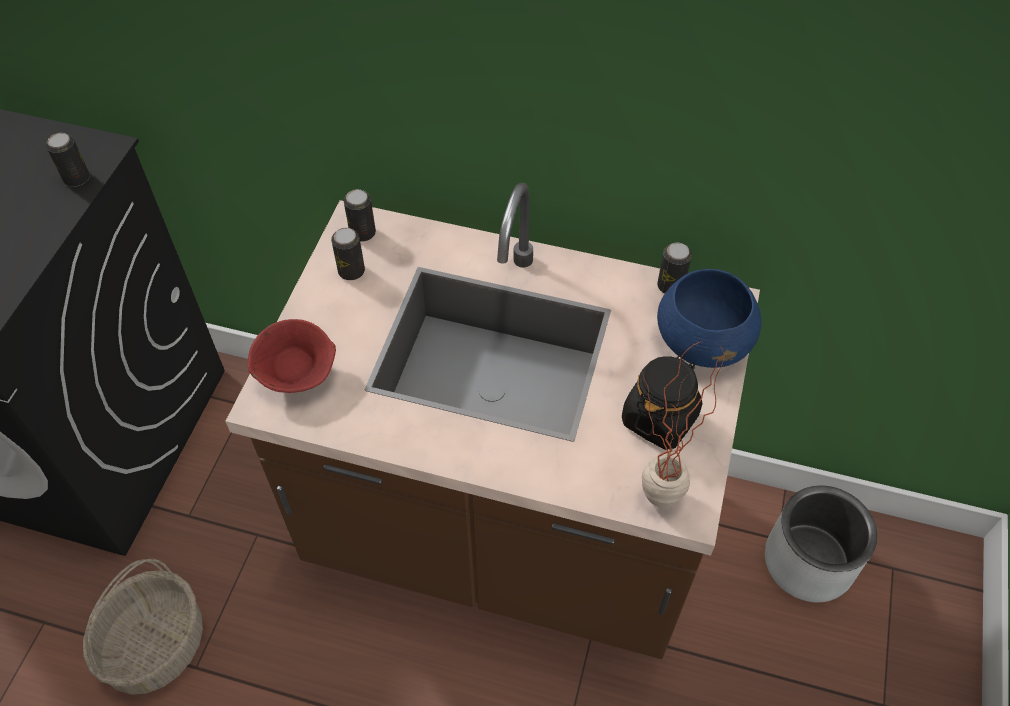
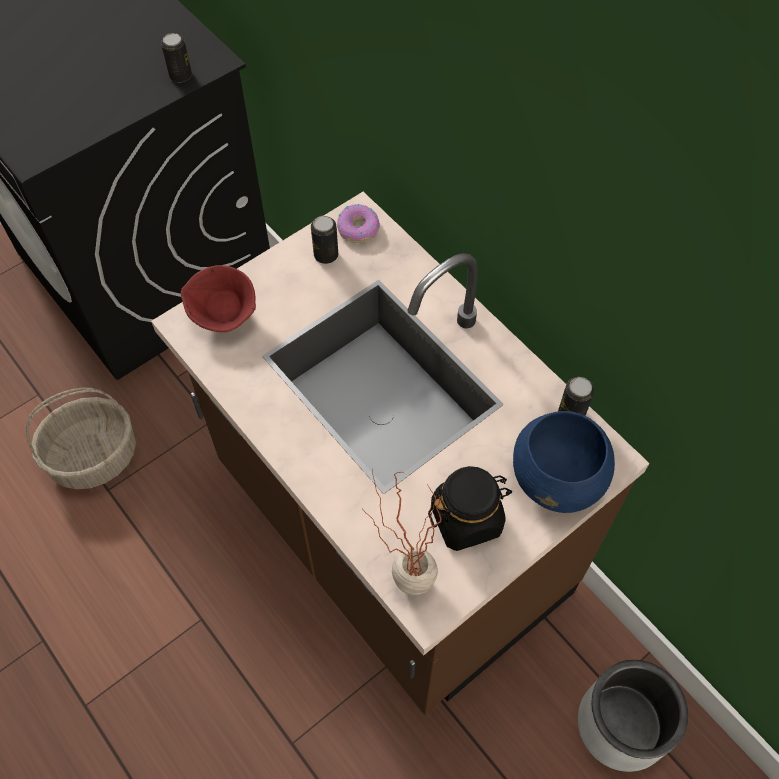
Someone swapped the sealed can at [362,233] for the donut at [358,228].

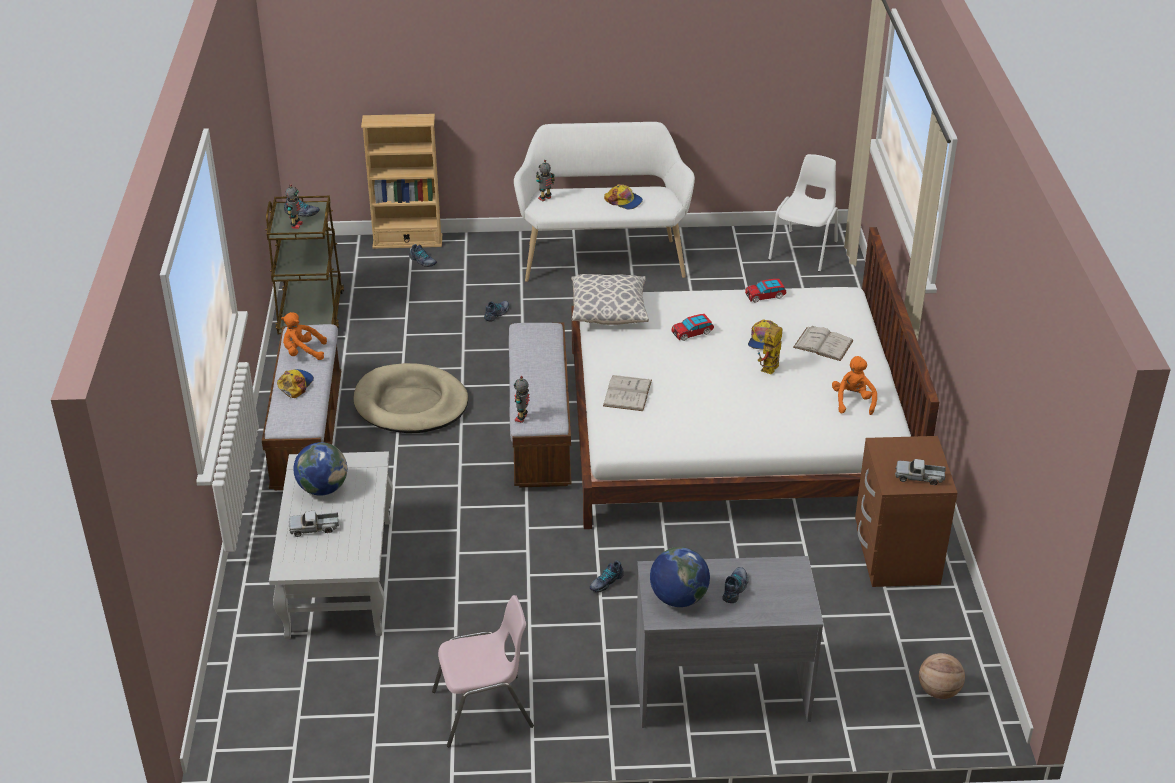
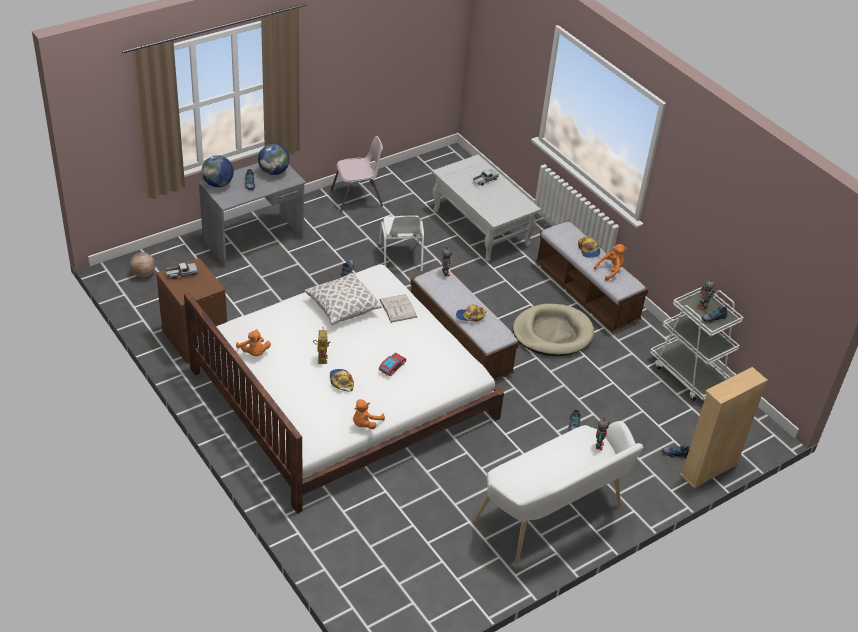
Someone repainted the brown trolley at [311,314], which became the white-coloured trolley at [689,375]. Someone carried the desk globe from [323,488] to [218,184]. Someone rotated the pink-coloured upright chair at [484,710] by 150 degrees counterclockwise. Someone carried the cushion from [609,312] to [342,307]. Someone carried the baseball cap from [624,201] to [470,316]. Someone swapped the model car at [765,296] for the orange plush toy at [365,423]. Someone carried the white-coloured upright chair from [804,250] to [400,258]. Someone took away the white-coloured bound book at [823,344].

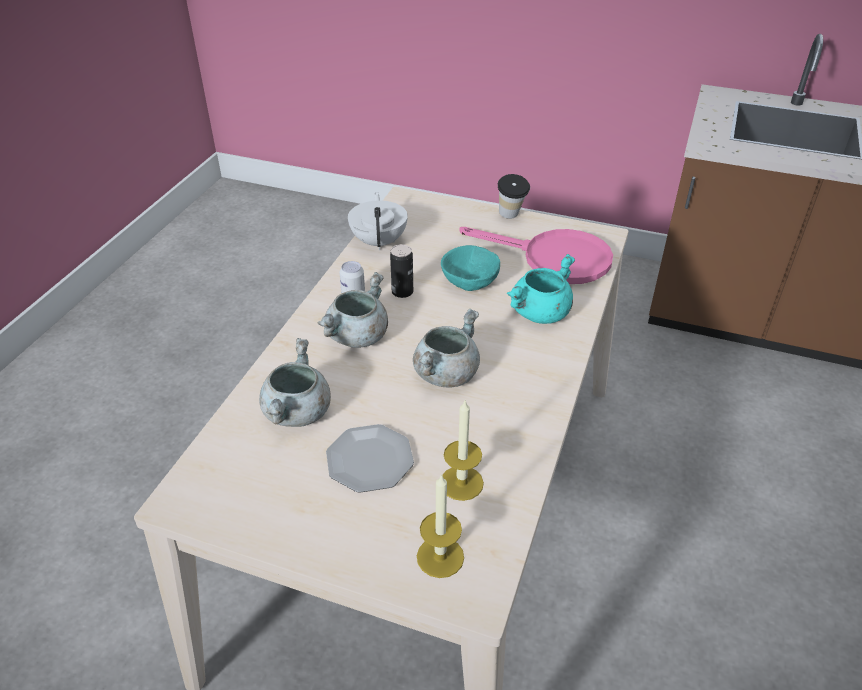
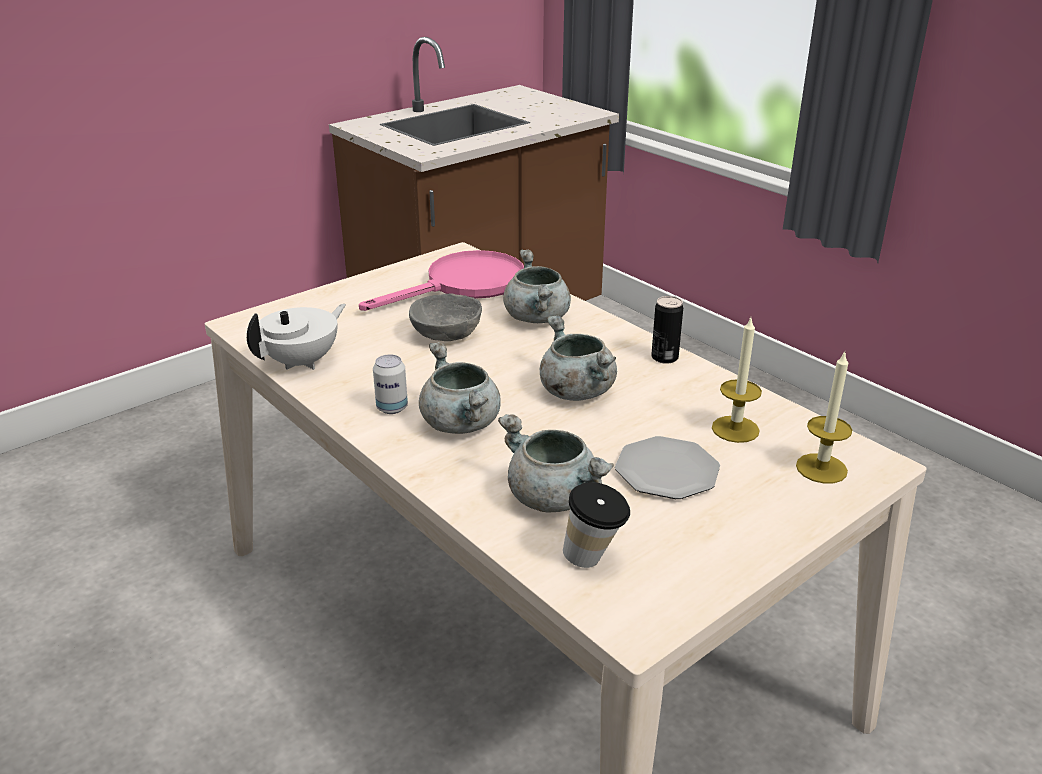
Someone rotated the white-coloured tea pot at [379,241] by 105 degrees clockwise. Someone carried the sealed can from [402,292] to [664,357]. Someone repainted the turquoise-coloured deep dish at [470,282], which became the grey deep dish at [446,335]. Someone carried the small cup from [510,217] to [594,559]. Someone repainted the turquoise-coloured cooking pot at [540,314], which became the grey cooking pot at [538,318].

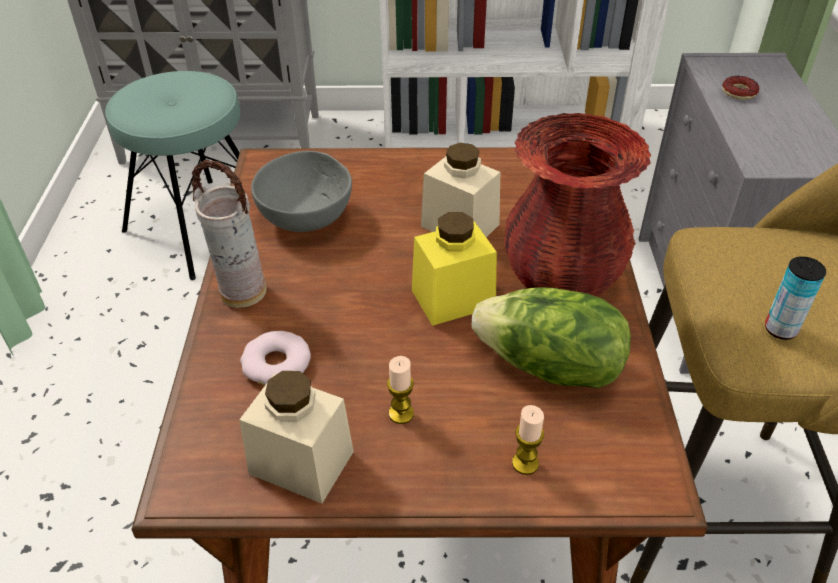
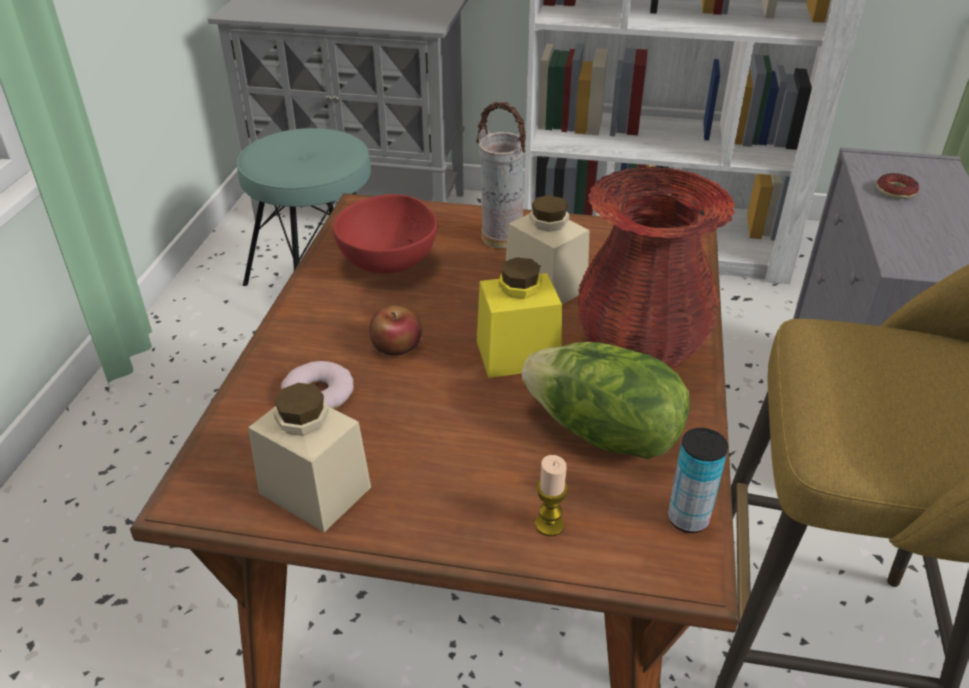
Someone carried the flower vase from [242,294] to [501,239]. Someone repainted the grey deep dish at [308,216], which became the reddish deep dish at [391,261]. Someone took away the wax light at [401,414]. Someone carried the sealed can from [780,329] to [688,518]. Someone put down the apple fruit at [397,346].

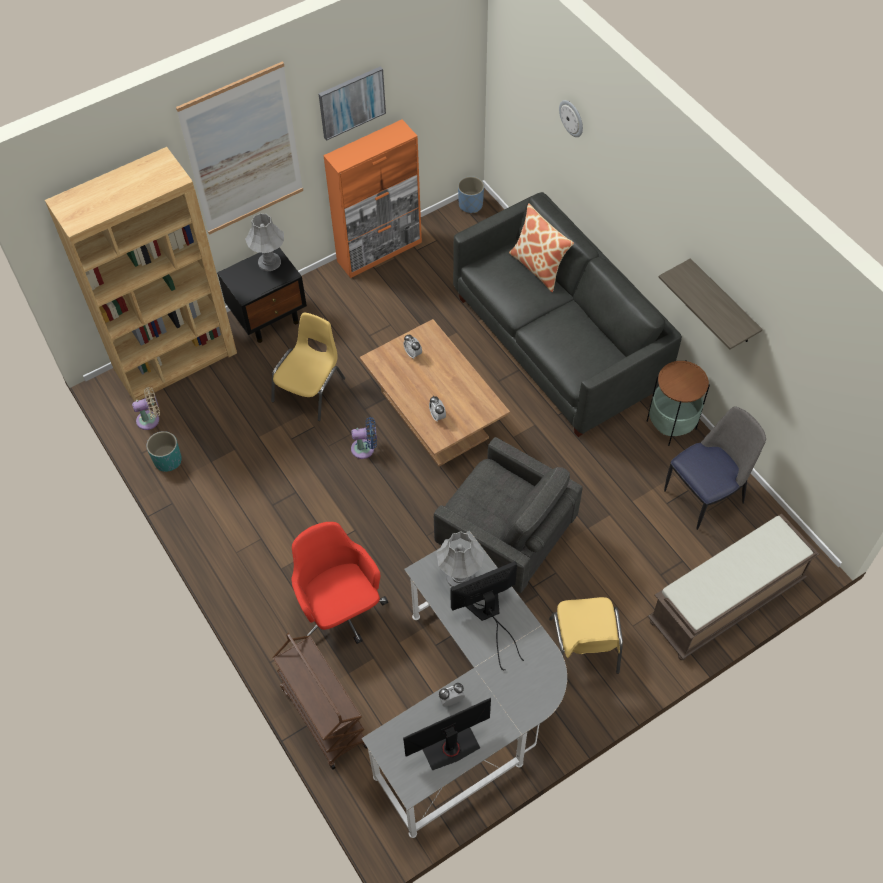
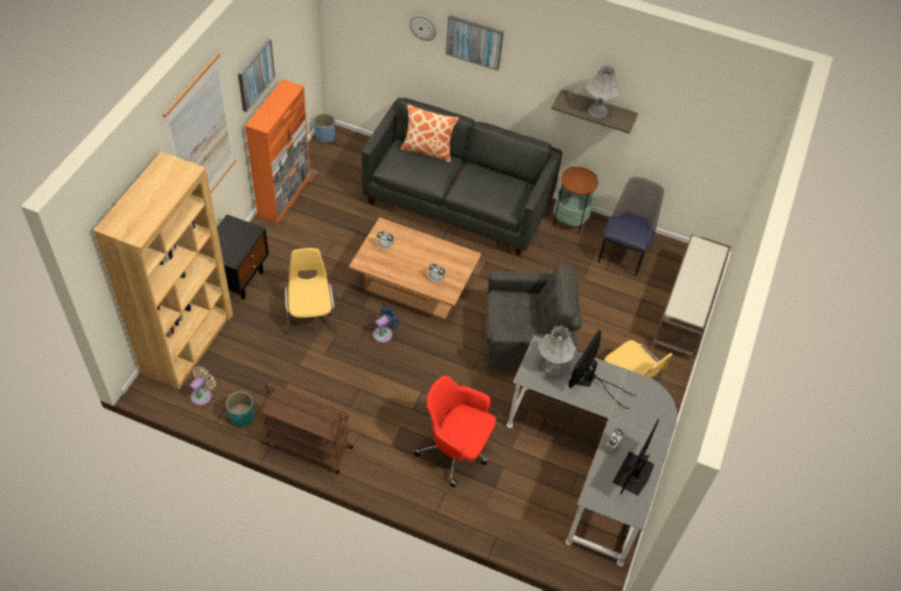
Someone carried the grey lamp for a table from [269,262] to [597,111]. Someone carried the brown trolley from [323,716] to [308,446]. Someone put up the picture at [474,42].

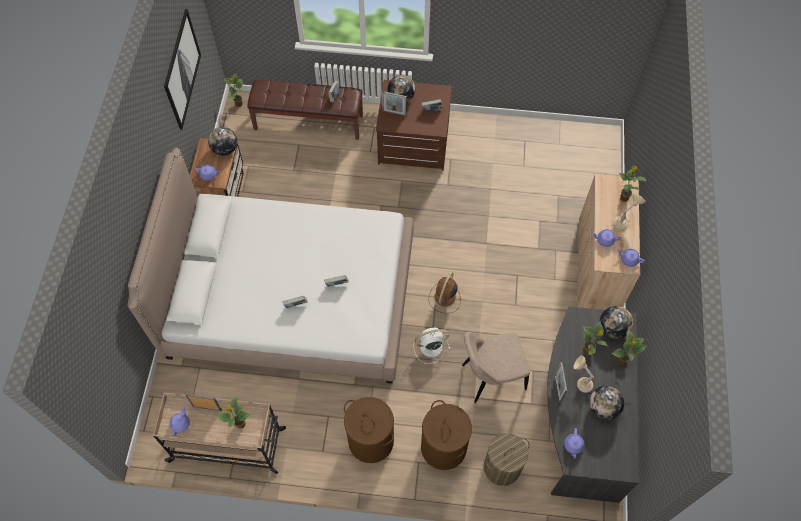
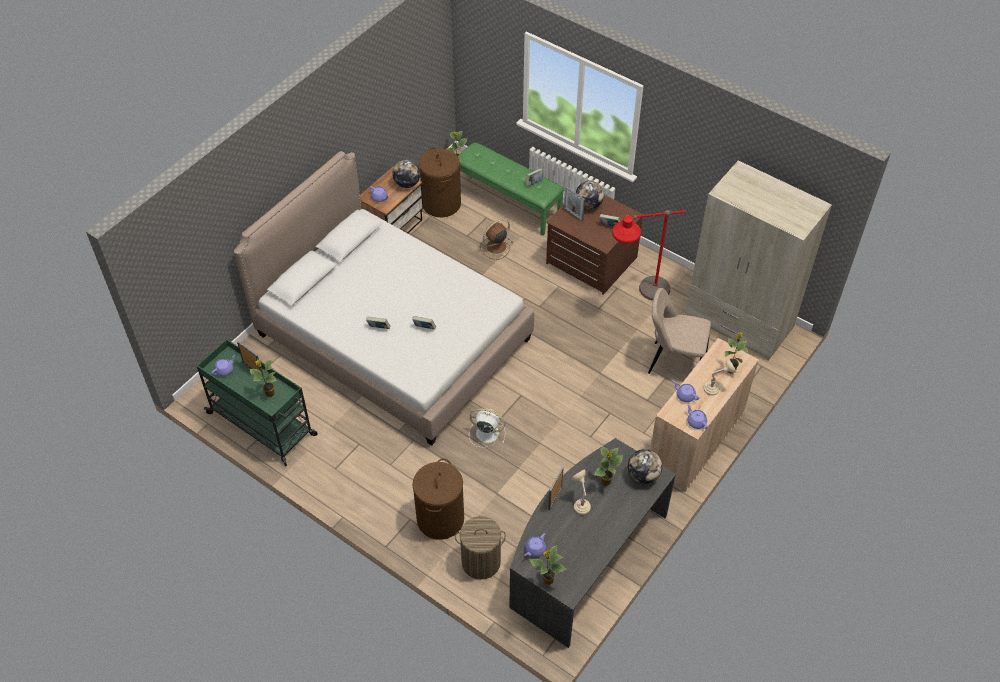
Someone repainted the beige-coloured trolley at [229,445], which became the green trolley at [263,425]. Someone took away the picture at [181,69]. Someone repainted the brown indoor bench at [309,121], which became the green indoor bench at [508,202]. Someone carried the brown washing basket from [370,441] to [441,204]. Someone carried the brown cooling fan from [444,298] to [495,247]. Someone carried the beige-coloured upright chair from [490,377] to [674,362]. Someone took away the desk globe at [603,408]. Someone carried the potted plant from [621,361] to [547,580]. Someone put down the reddish floor lamp at [639,300]. Someone put down the beige-coloured clothes cupboard at [739,322].

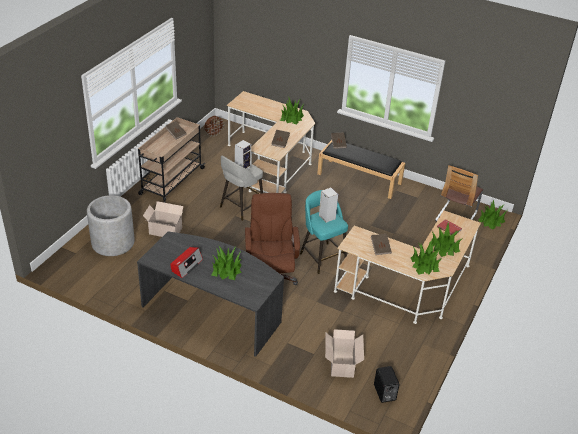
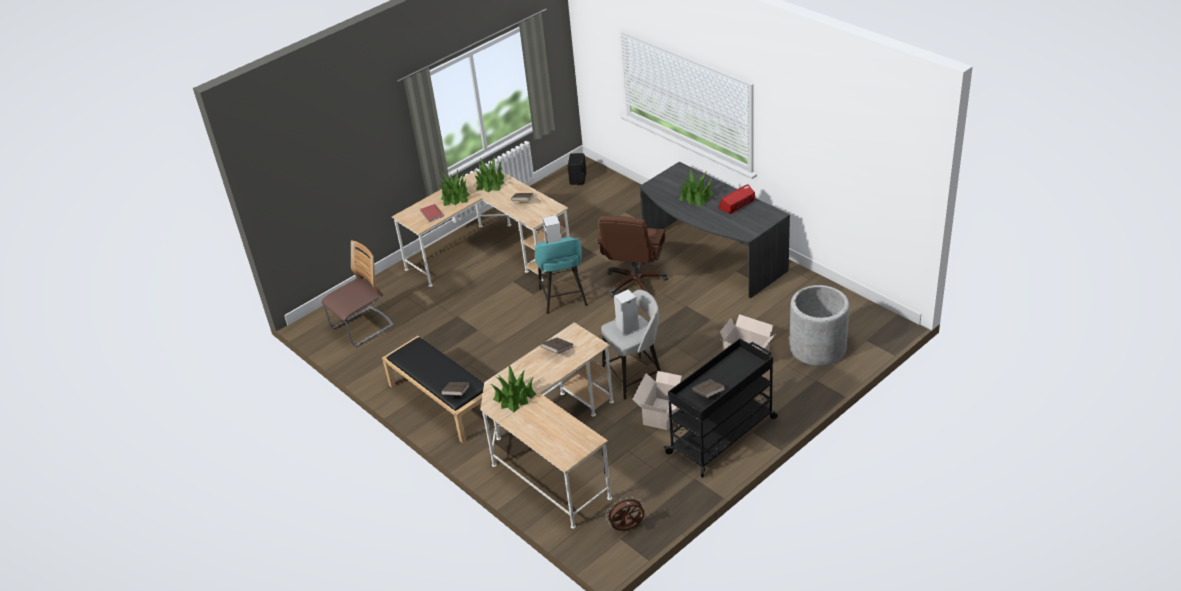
Someone repainted the beige-coloured trolley at [171,181], which became the black trolley at [723,434]. Someone carried the packing box from [341,365] to [663,413]. Someone took away the potted plant at [491,221].

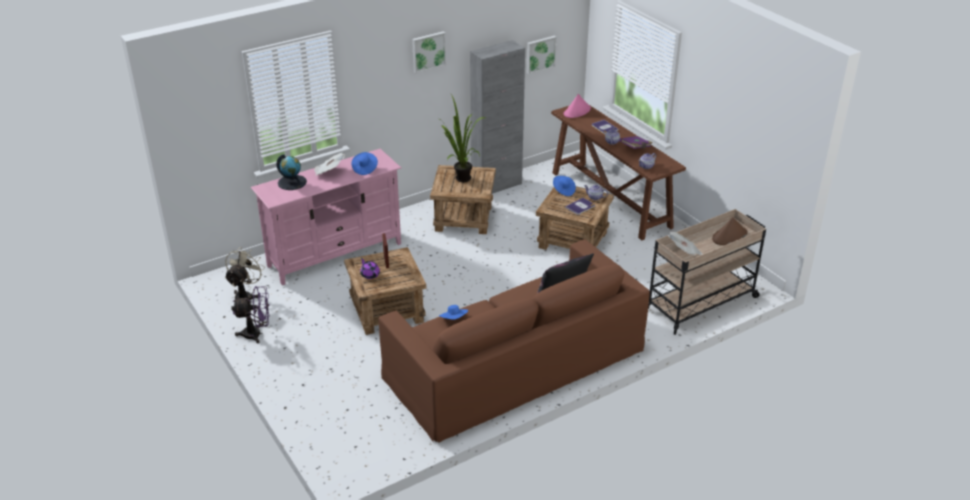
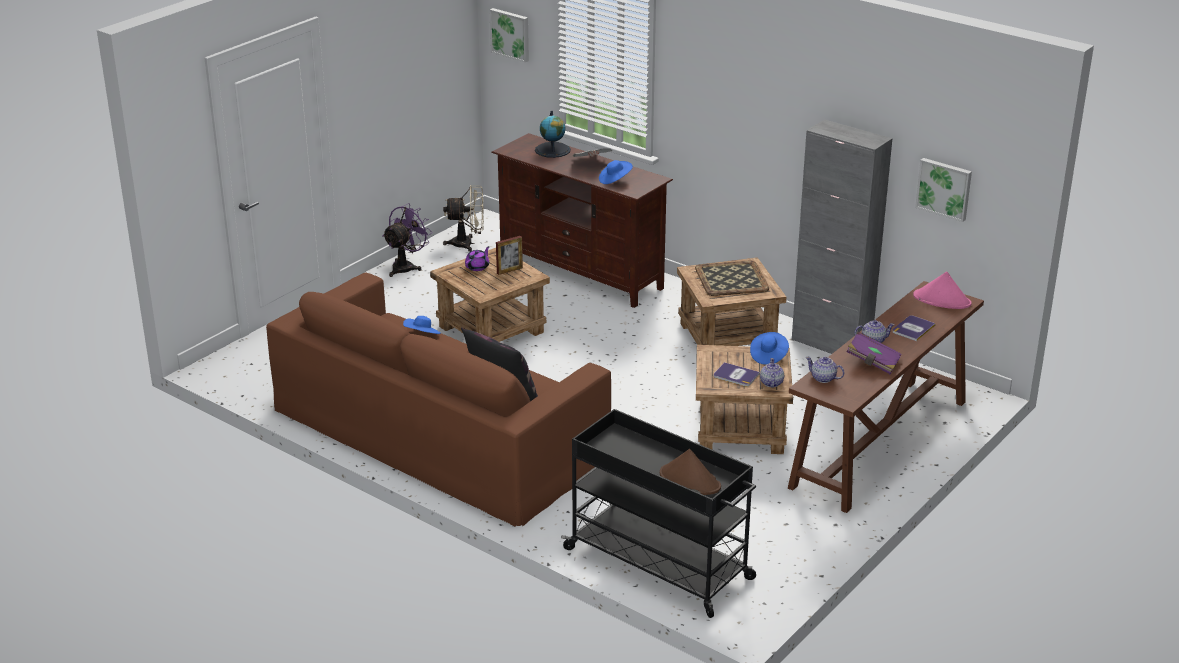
Someone rotated the purple cooling fan at [257,334] by 120 degrees counterclockwise. Someone repainted the pink-coloured media console at [335,254], which became the brown media console at [581,273]. Someone carried the picture from [428,51] to [510,34]. Someone swapped the potted plant at [460,180] for the carrying tray at [730,278]. Someone repainted the beige-coloured trolley at [701,303], which became the black trolley at [660,565]. Someone took away the newspaper at [684,252].

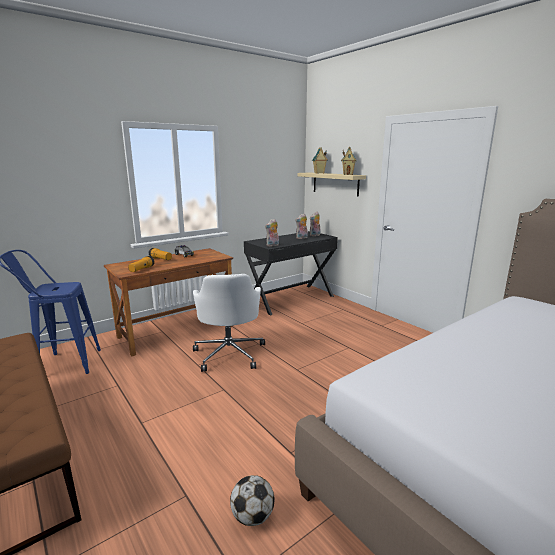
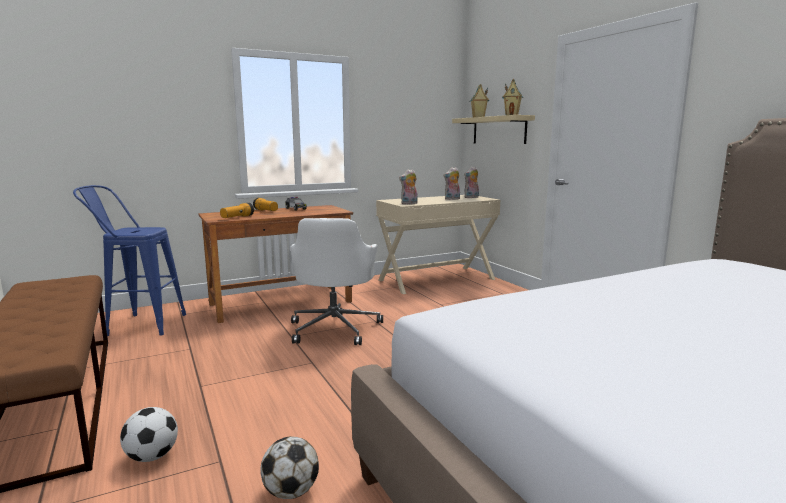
Someone repainted the black desk table at [290,299], which became the beige-coloured desk table at [436,279]. Someone put down the ball for football at [152,456].

